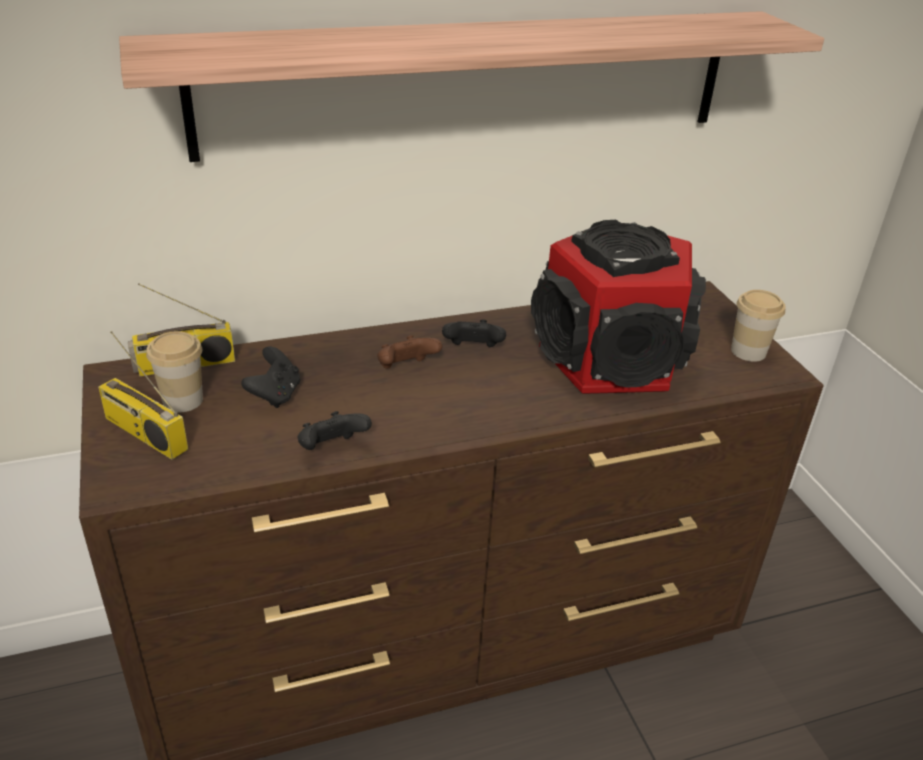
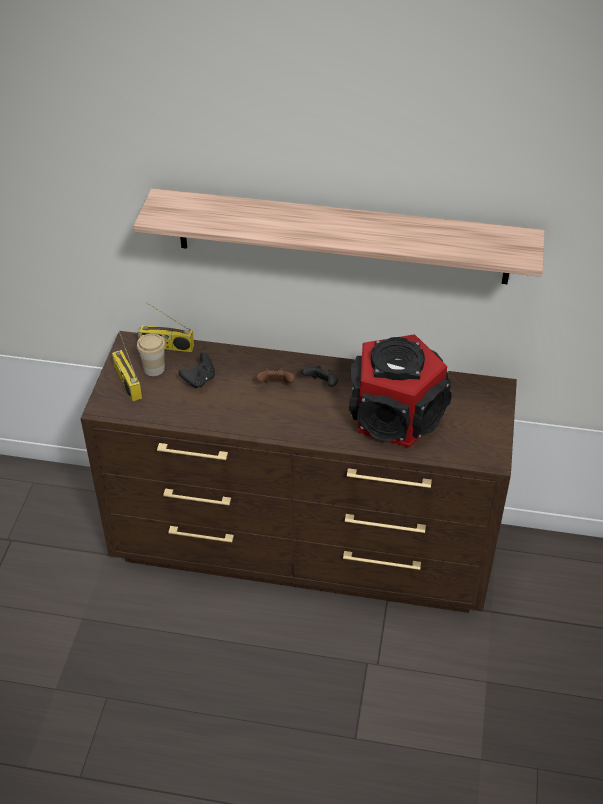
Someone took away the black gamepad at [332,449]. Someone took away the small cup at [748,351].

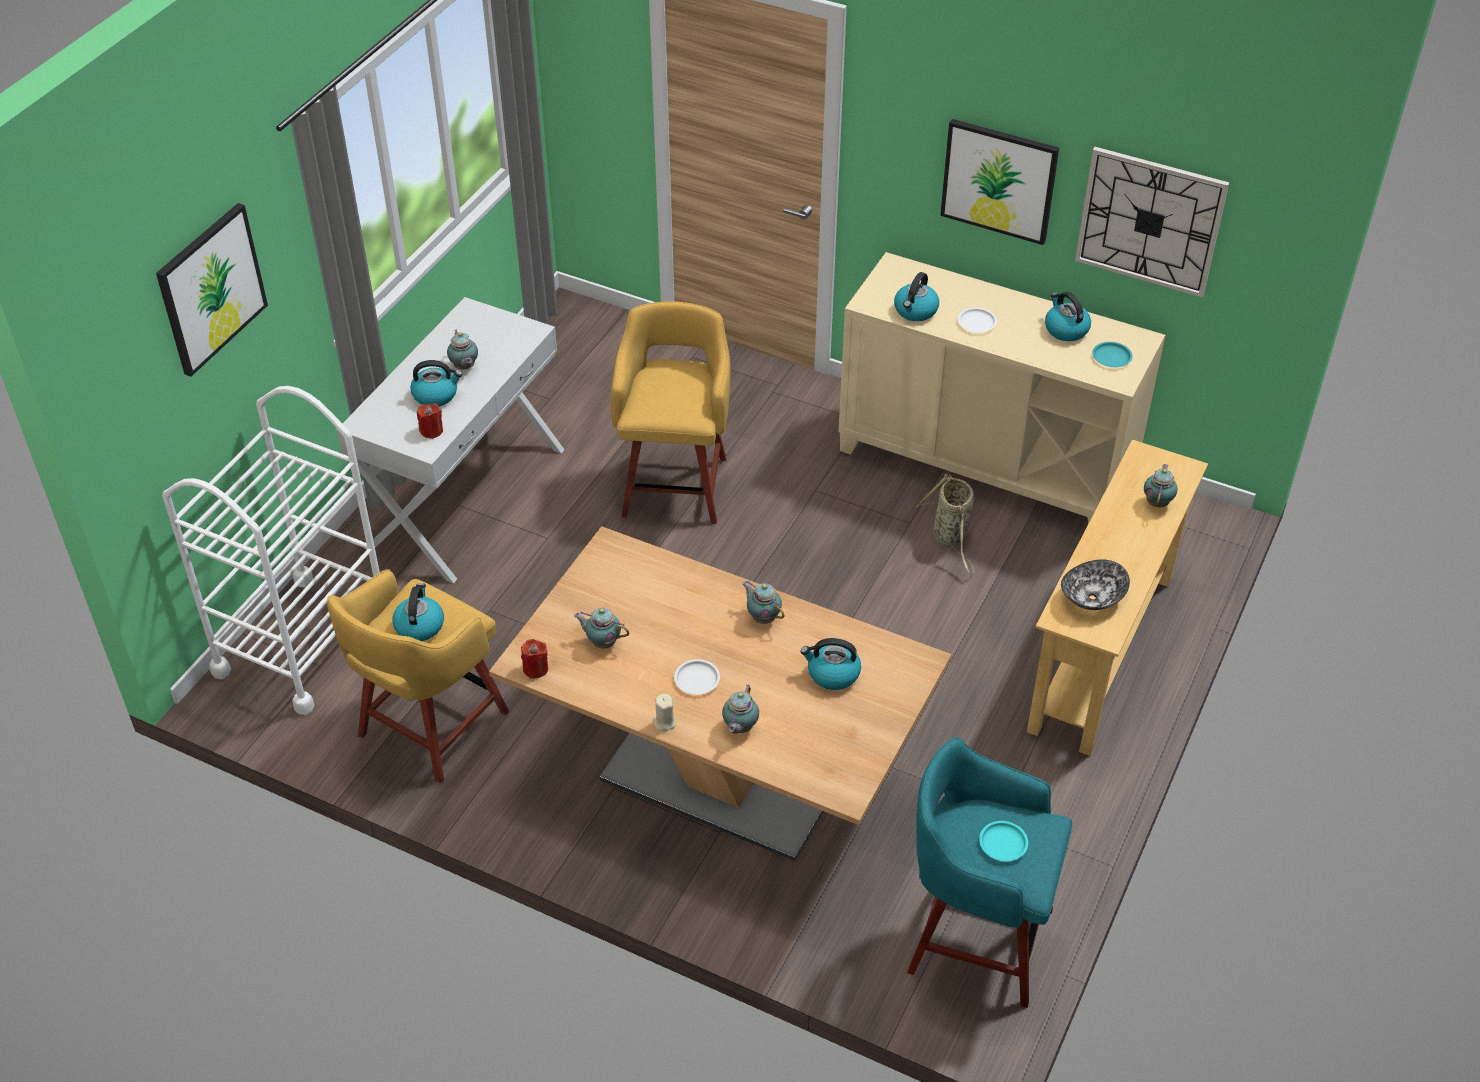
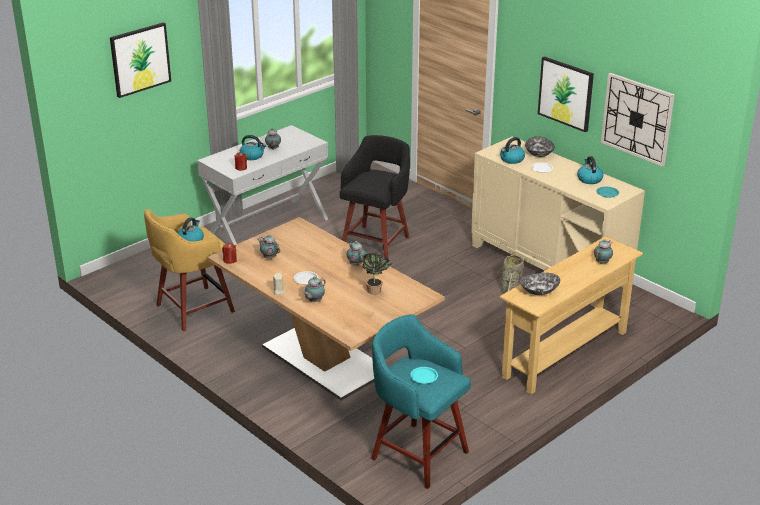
Someone took away the white-coloured trolley at [303,642]. Someone repainted the yellow-coloured stool at [676,484], which became the black stool at [376,242]. Someone swapped the tea kettle at [832,674] for the potted plant at [376,291]. Someone put down the deep dish at [538,154].

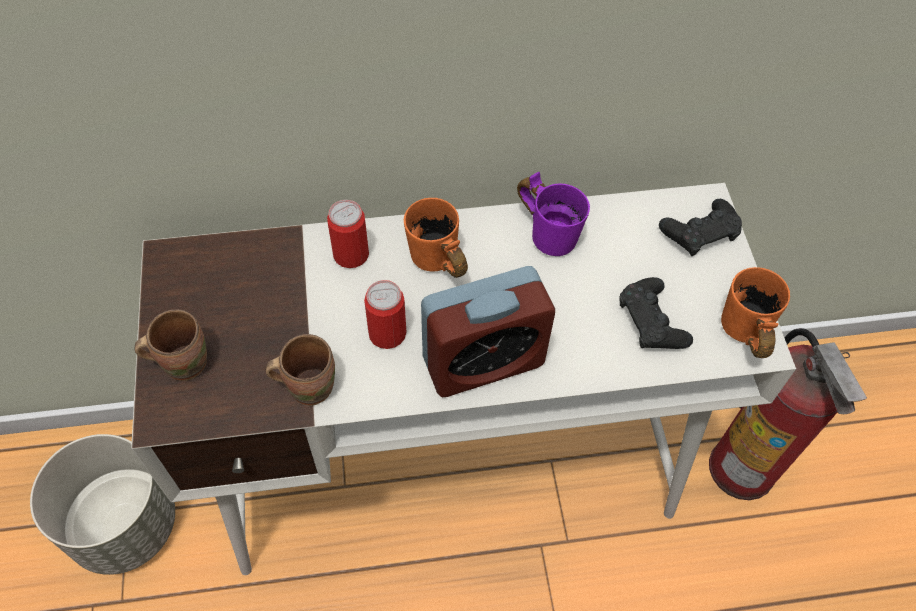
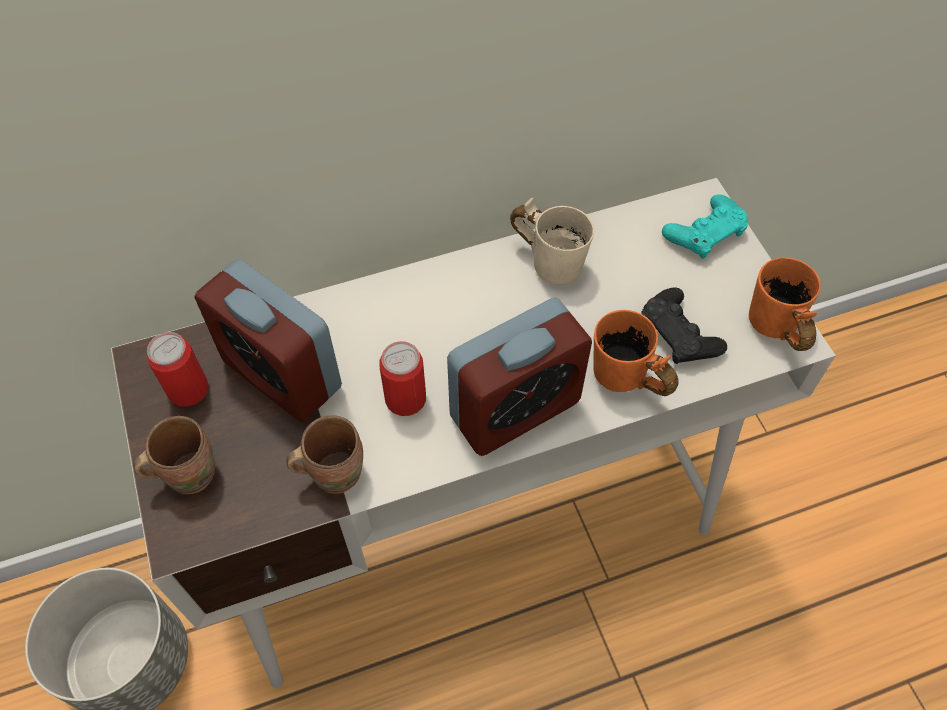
Someone carried the sealed can from [351,254] to [188,390]. Someone carried the orange coffee mug from [434,266] to [623,384]. Someone repainted the purple coffee mug at [550,230], which became the beige-coloured coffee mug at [551,258]. Someone repainted the black gamepad at [700,232], which became the turquoise-coloured gamepad at [705,233]. Someone took away the fire extinguisher at [743,468]. Someone put down the table clock at [282,374].

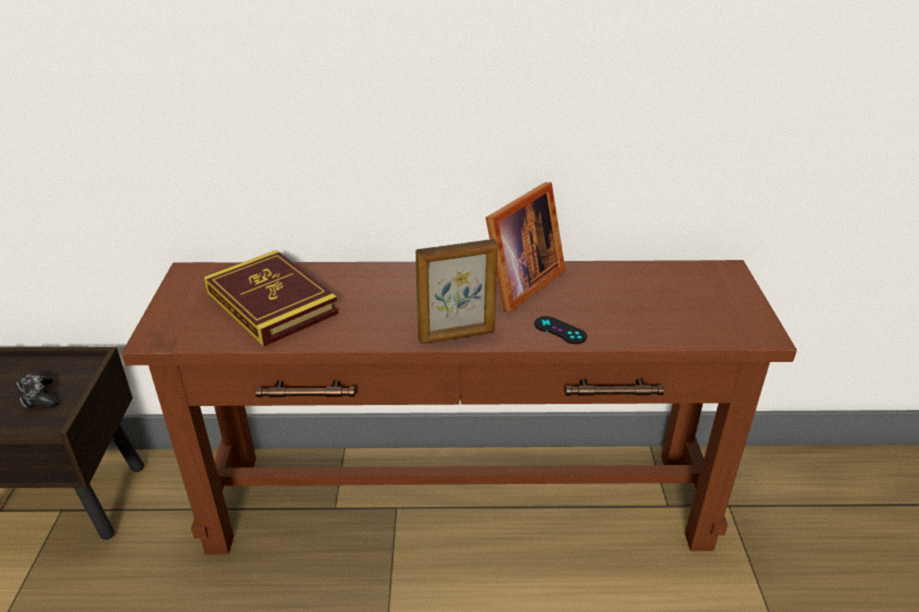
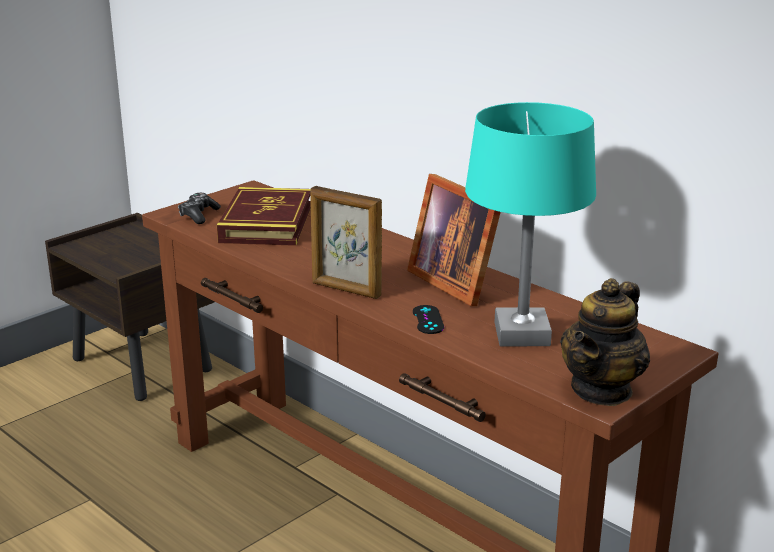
Someone carried the gamepad from [39,397] to [198,215]. Someone rotated the picture frame at [516,285] by 60 degrees clockwise. Someone put down the turquoise-coloured lamp for a table at [522,335]. Someone put down the tea pot at [602,390].

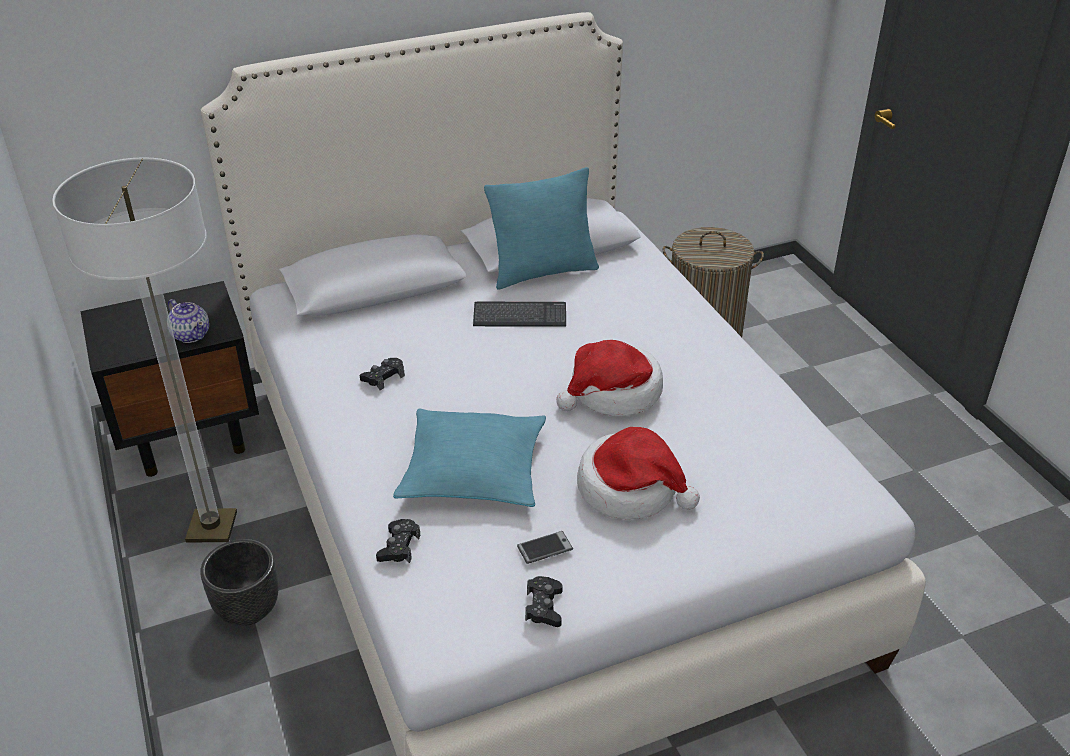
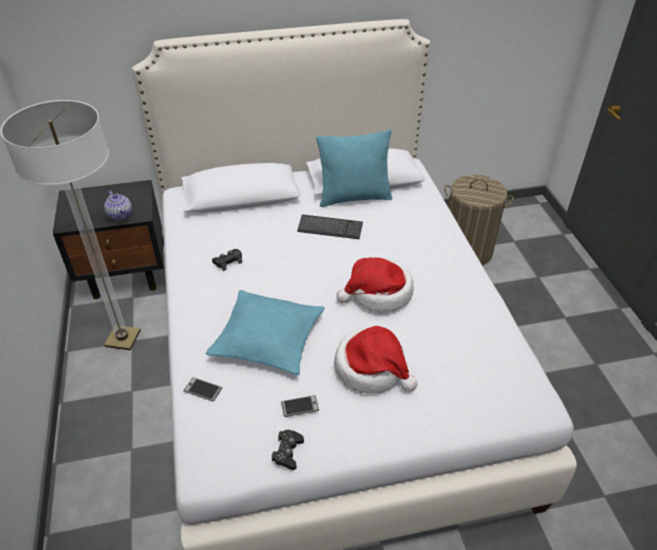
Someone took away the black flower pot at [247,611]. Someone swapped the black gamepad at [399,546] for the phone at [203,389].

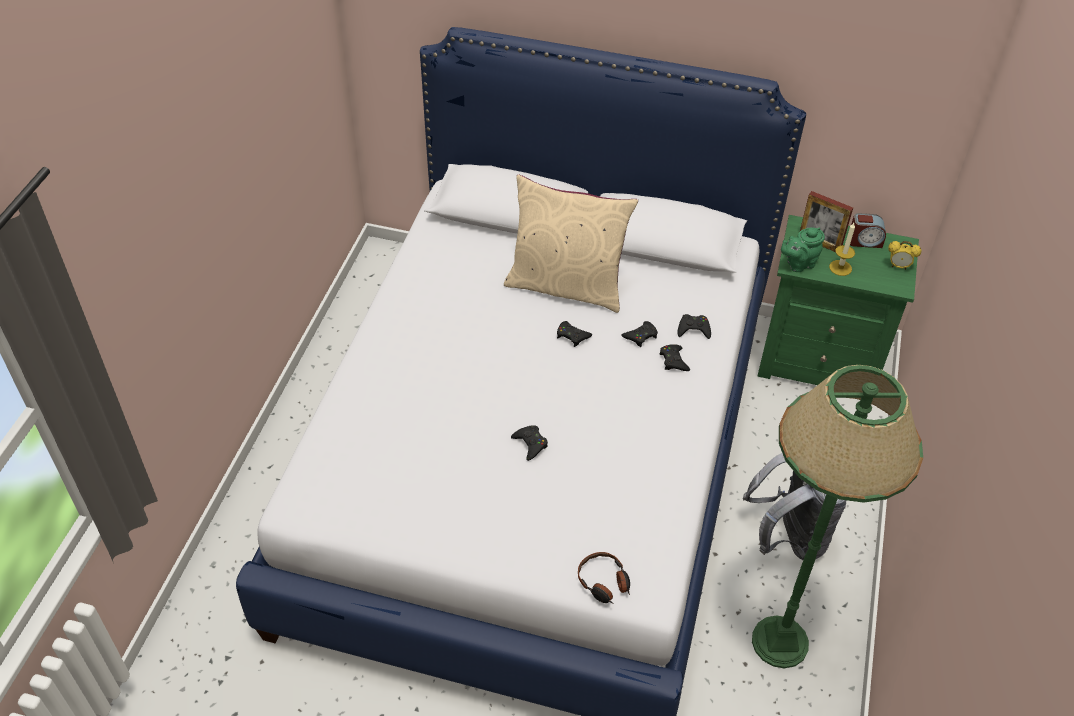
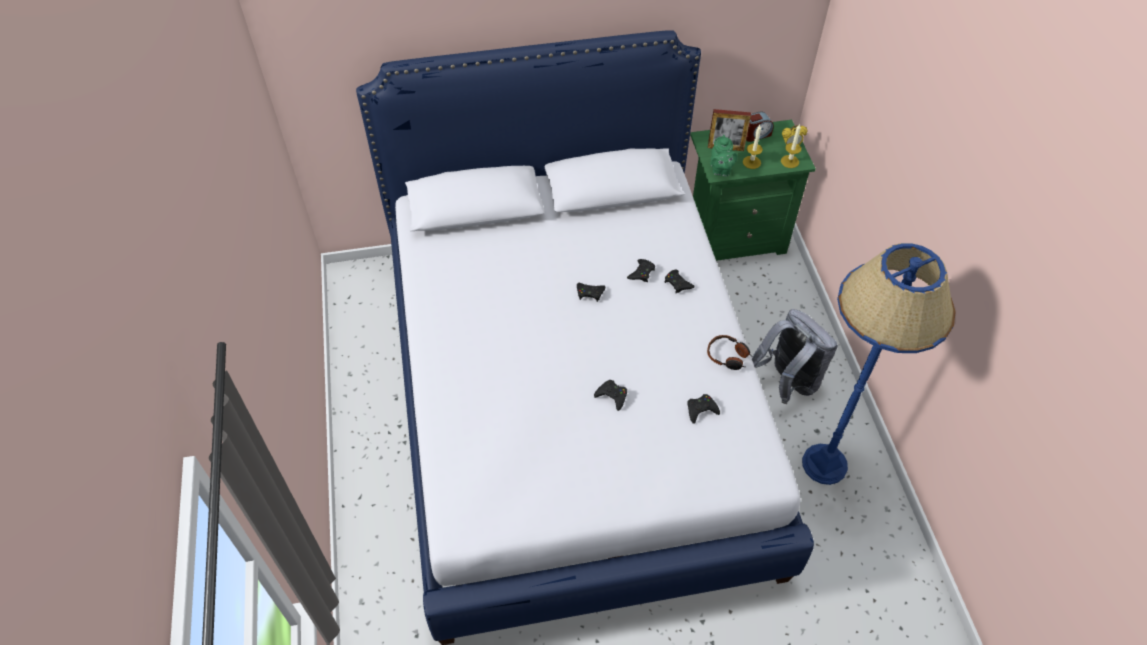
Someone took away the beige-coloured cushion at [566,285]. Someone carried the headphones from [604,582] to [728,356]. Someone carried the black gamepad from [693,329] to [701,410]. Someone repainted the green floor lamp at [779,642], which became the blue floor lamp at [824,465]. Someone rotated the green tea pot at [798,264] by 45 degrees counterclockwise. Someone put down the wax light at [789,161].

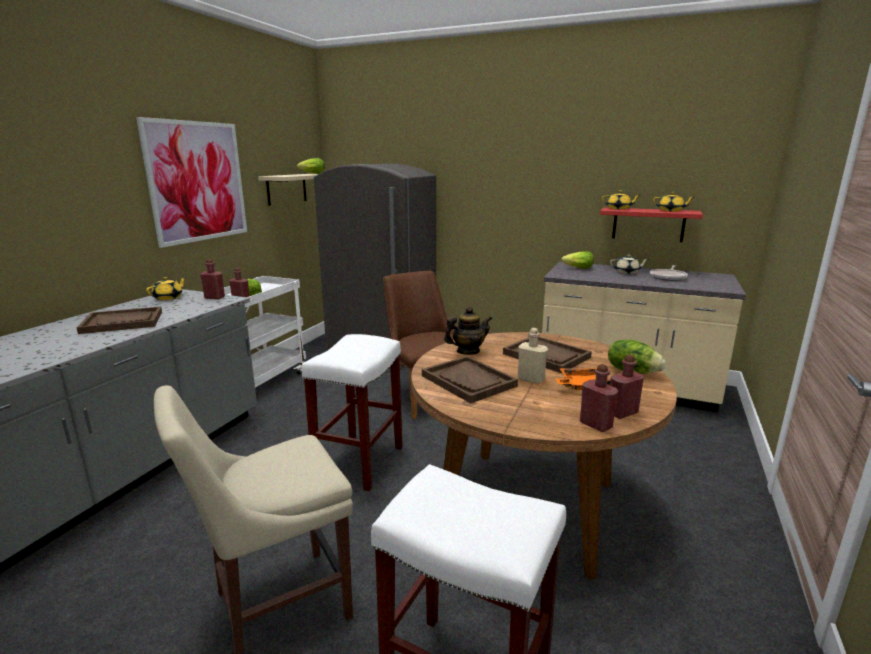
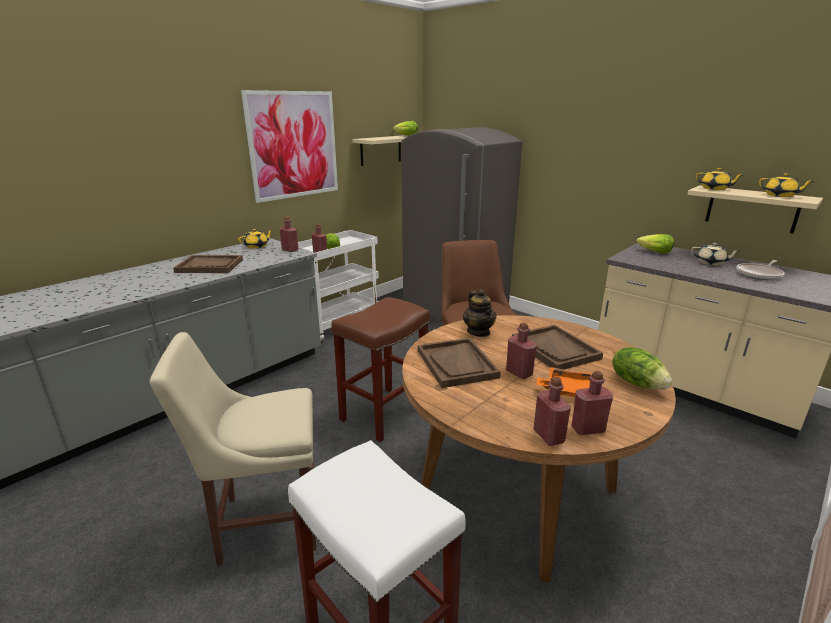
Someone repainted the white-coloured stool at [359,461], which became the brown stool at [385,412]. Someone rotated the tea pot at [467,351] by 75 degrees clockwise. Someone repainted the beige-coloured drink bottle at [531,379], which became the reddish drink bottle at [519,373]. Someone repainted the reddish bracket shelf at [648,224], which became the beige-coloured bracket shelf at [752,209].

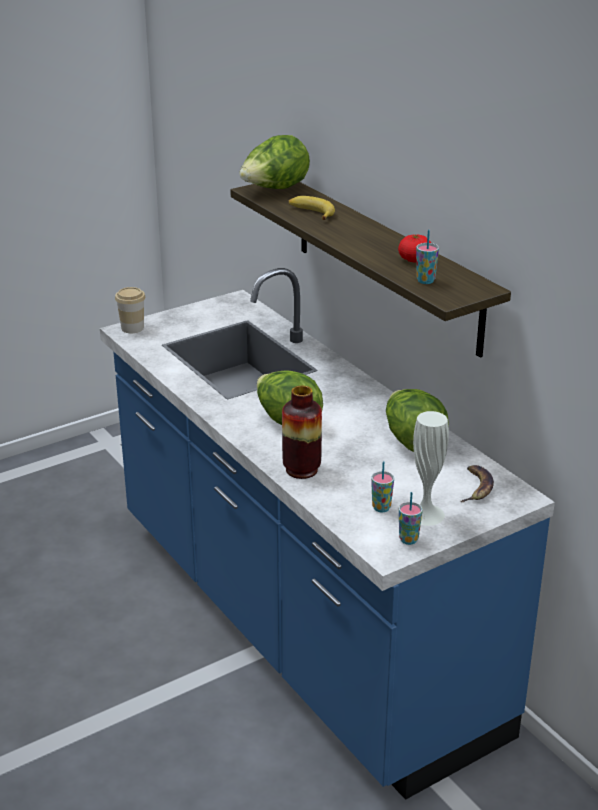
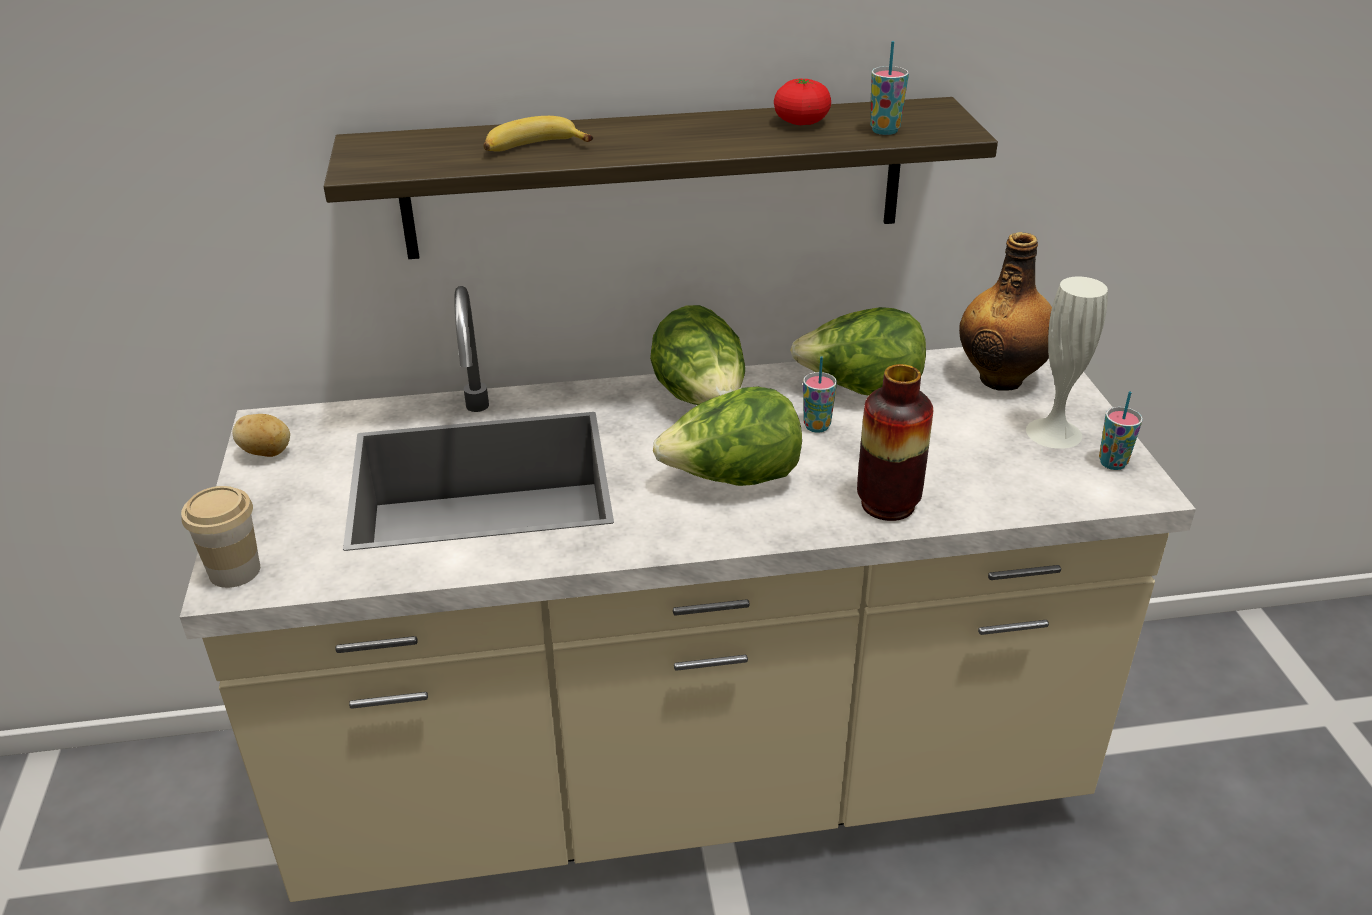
Someone repainted the blue kitchen counter at [299,625], which became the beige-coloured kitchen counter at [689,783]. Someone carried the lettuce head from [274,190] to [701,399]. Someone carried the small cup from [381,508] to [817,426]. Someone swapped the banana fruit at [476,487] for the drink bottle at [1001,378]. Someone put down the potato at [267,453].

